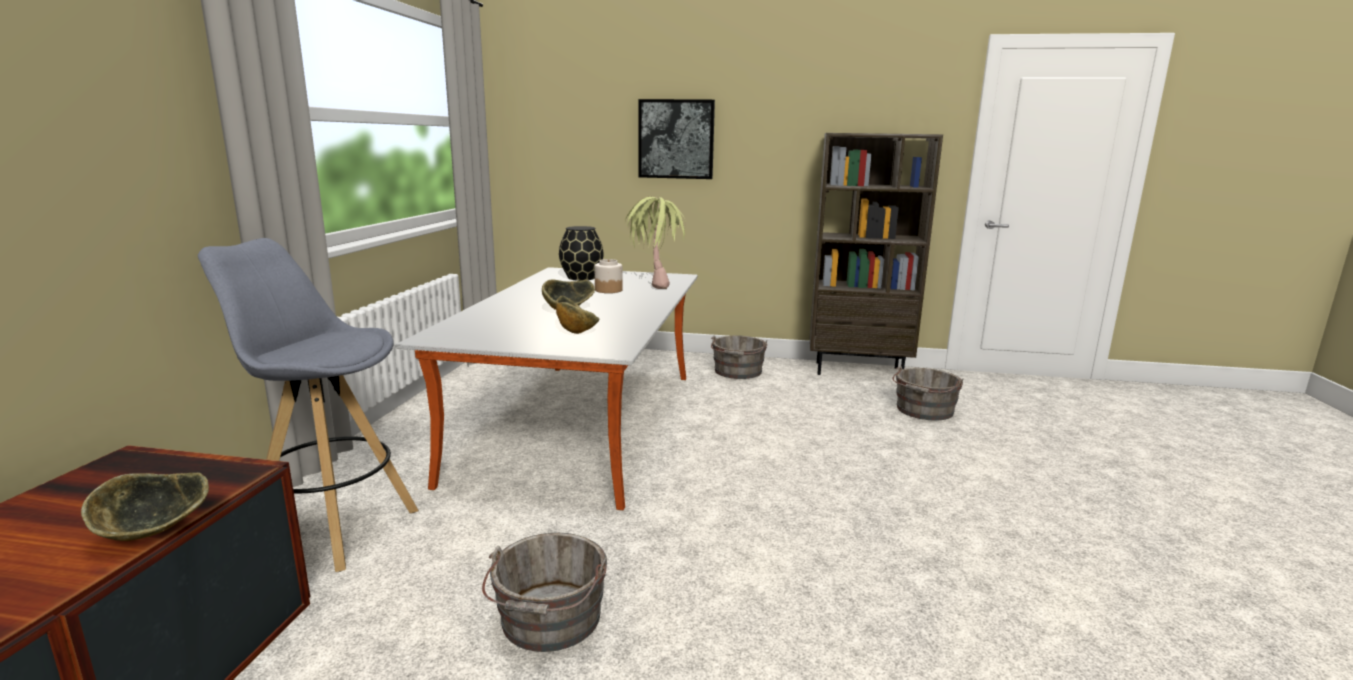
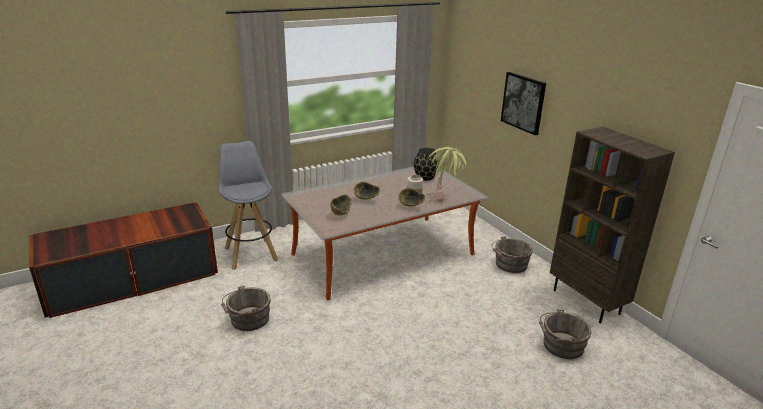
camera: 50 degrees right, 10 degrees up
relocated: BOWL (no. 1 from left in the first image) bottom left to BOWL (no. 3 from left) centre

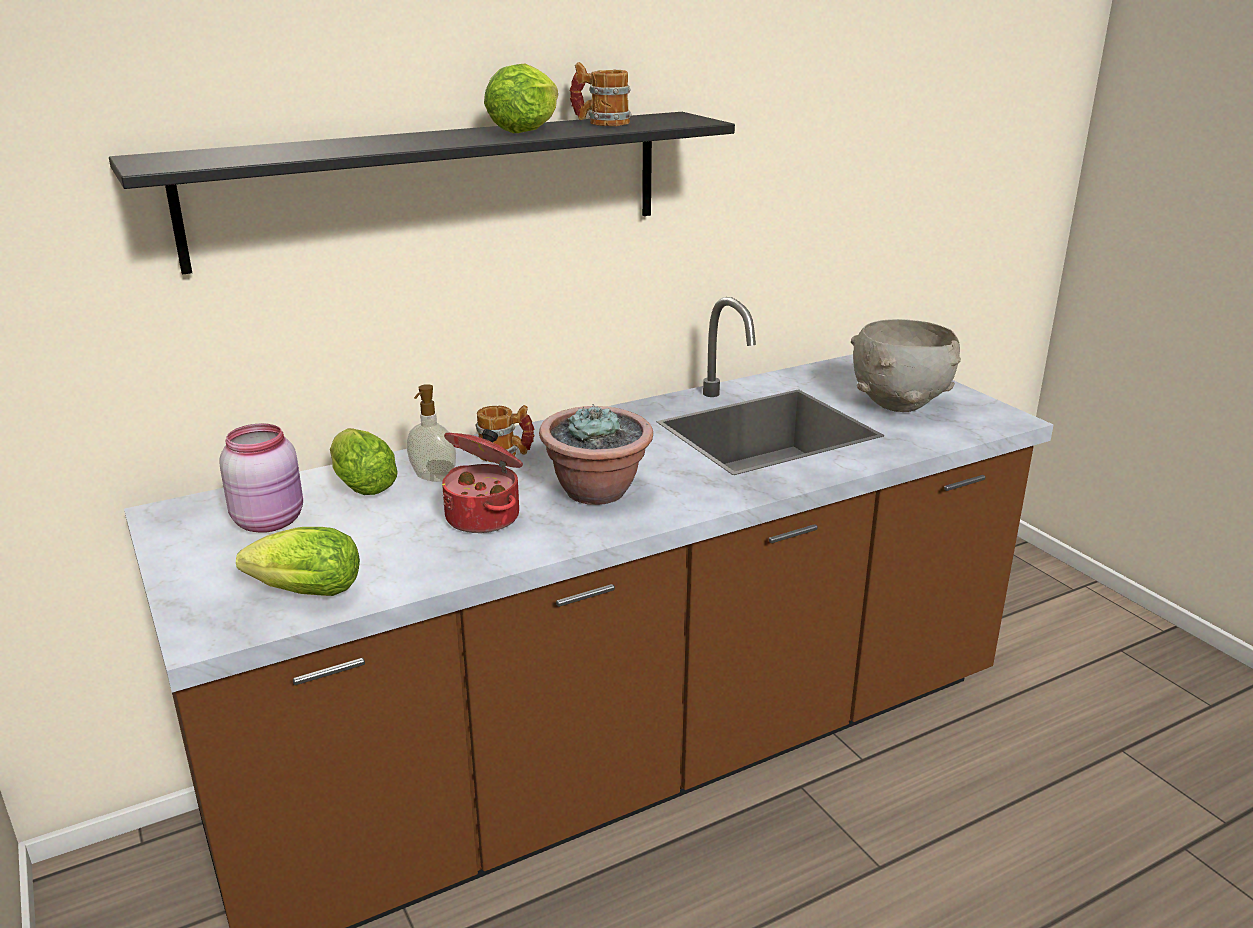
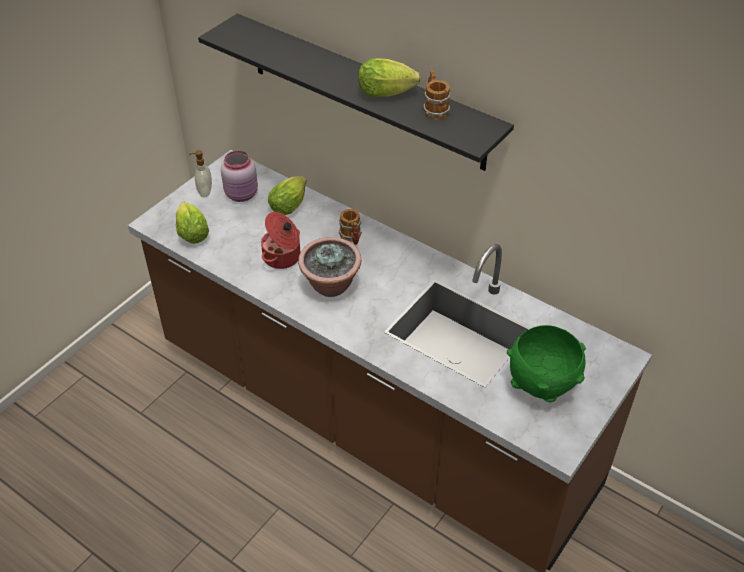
camera: 65 degrees right, 20 degrees up
relocated: SOAP DISPENSER centre to top left
colour: GREY BOWL middle right to GREEN BOWL middle right

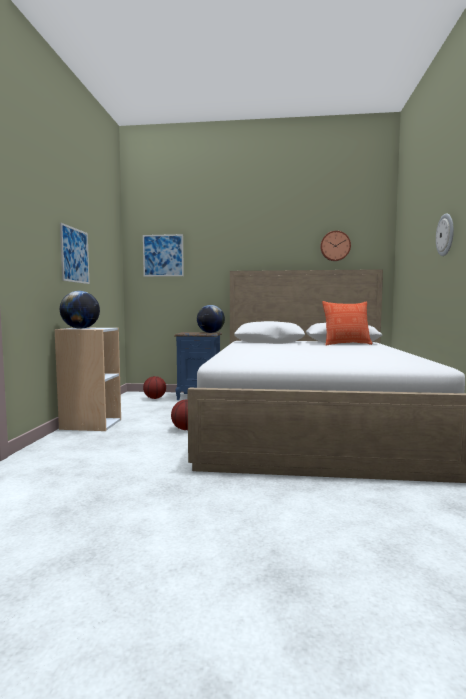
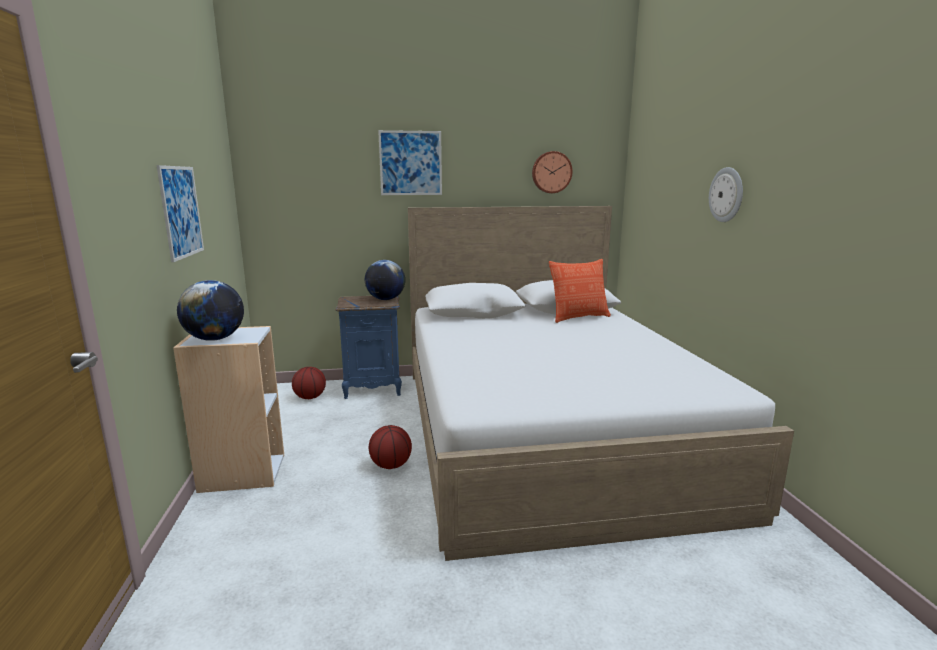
camera: 15 degrees left, 10 degrees up
relocated: PICTURE (no. 2 from left) centre to top centre

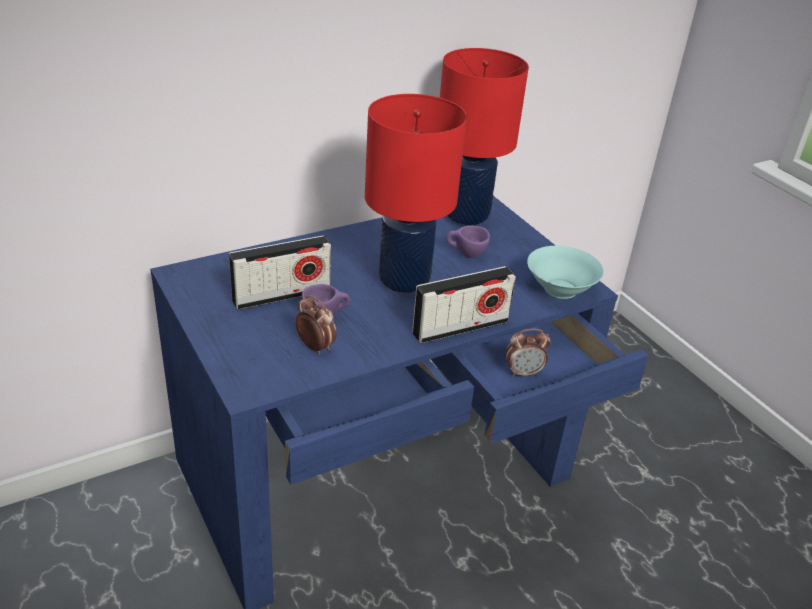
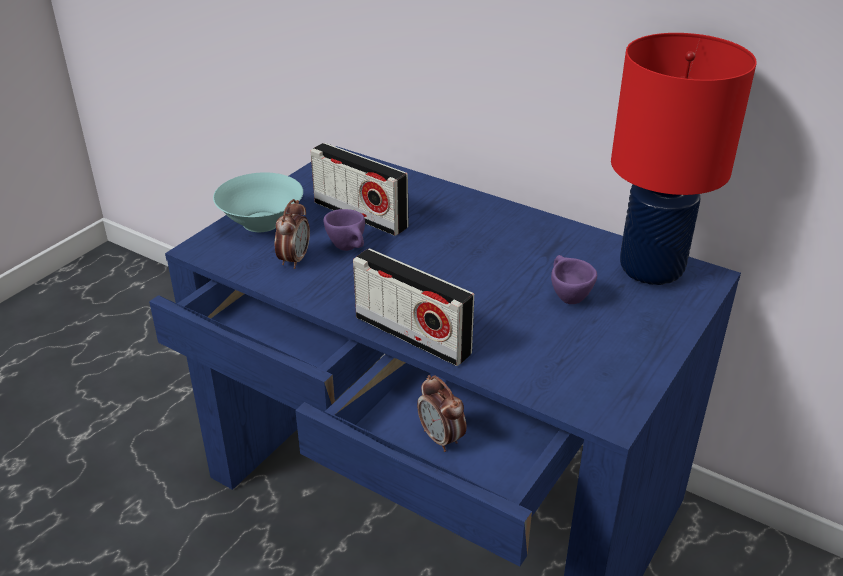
camera: 65 degrees right, 0 degrees up
missing: RED TABLE LAMP (no. 1 from left) top centre
relocated: TURQUOISE BOWL middle right to middle left

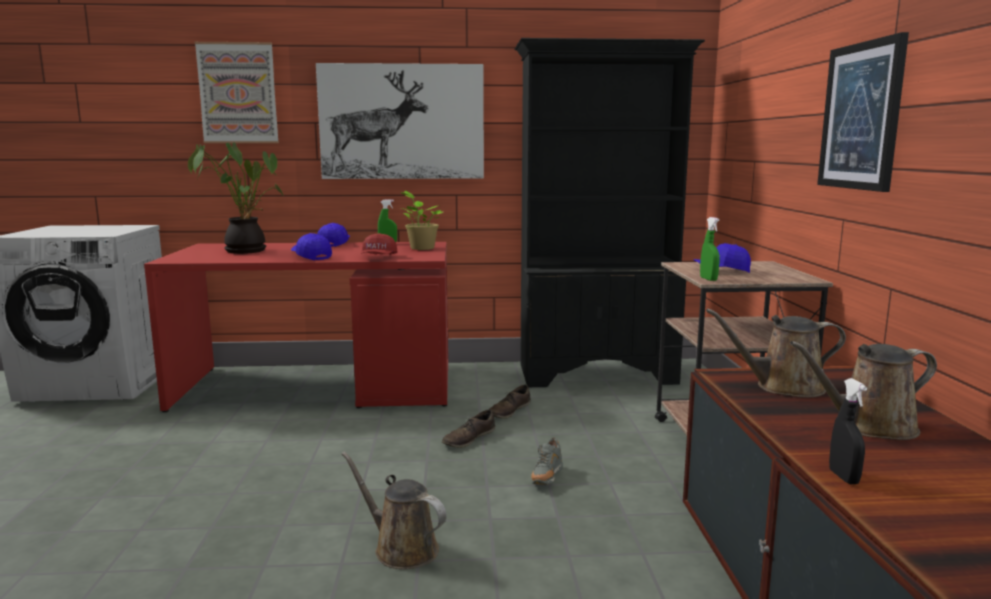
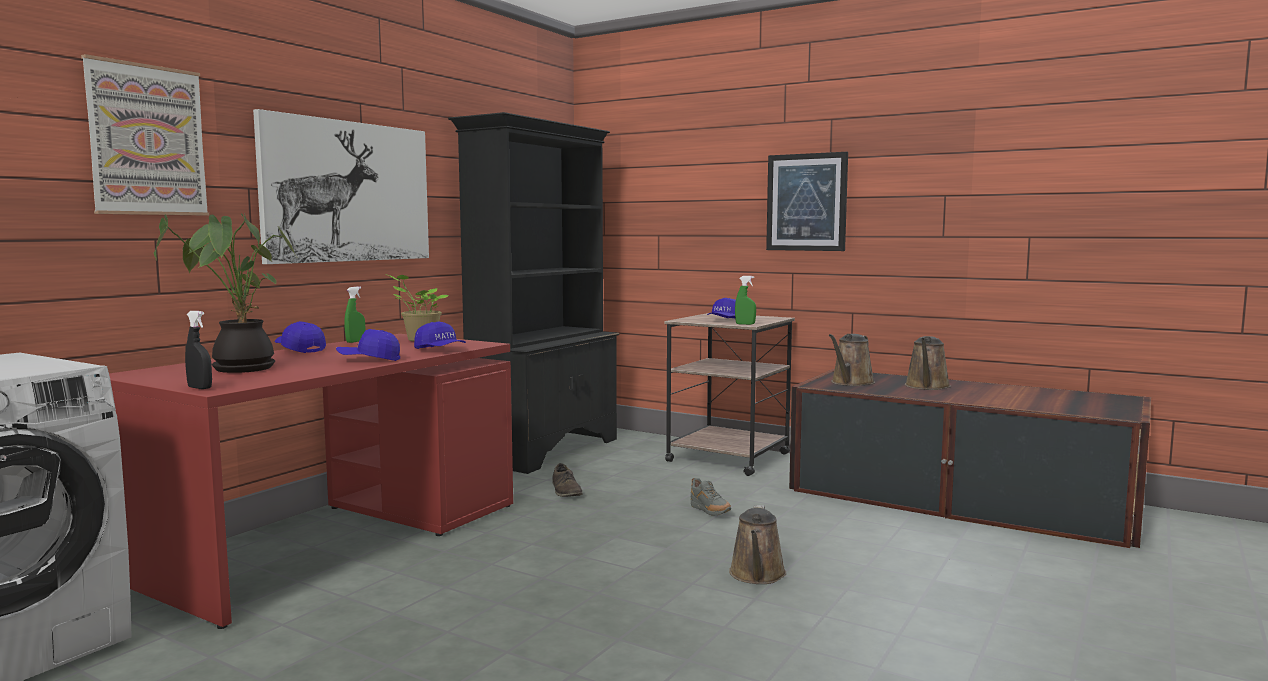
camera: 55 degrees left, 5 degrees down
missing: BROWN SHOE (no. 1 from left) bottom centre
relocated: BLACK SPRAY BOTTLE bottom right to middle left
colour: RED CAP centre to BLUE CAP (no. 3 from left) centre
spun: BROWN WATERING CAN (no. 1 from left) bottom centre = bottom centre 60 degrees counterclockwise

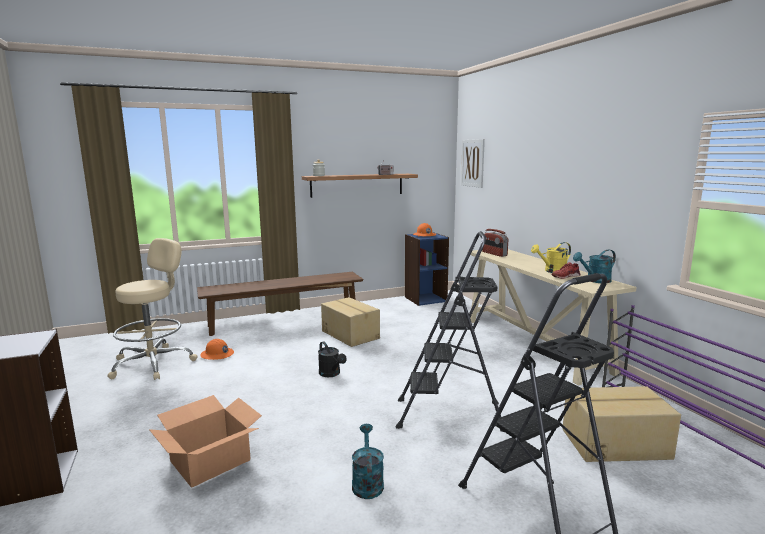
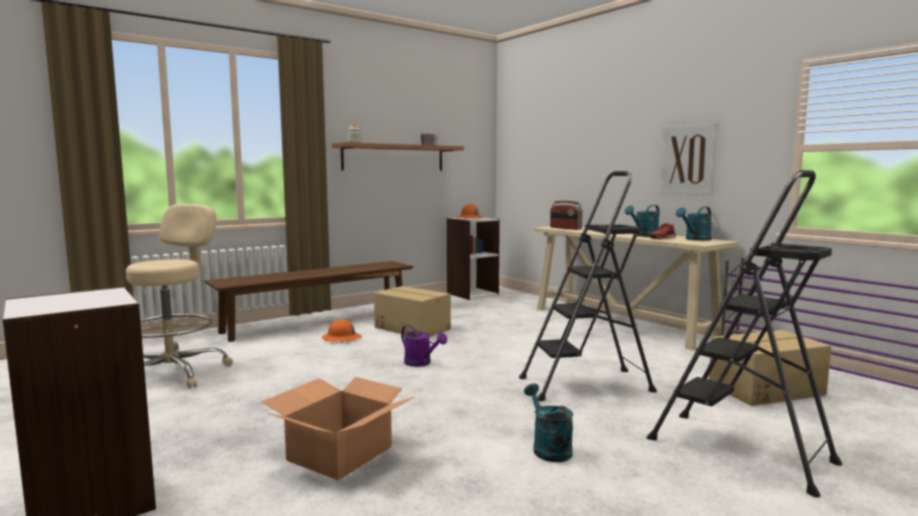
camera: 15 degrees left, 5 degrees down
relocated: ORANGE HARD HAT (no. 1 from left) middle left to centre; PICTURE top centre to top right
colour: BLACK WATERING CAN bottom centre to PURPLE WATERING CAN bottom centre; BLUE BOOKCASE centre to WHITE BOOKCASE (no. 2 from left) centre; YELLOW WATERING CAN middle right to TURQUOISE WATERING CAN (no. 2 from left) middle right

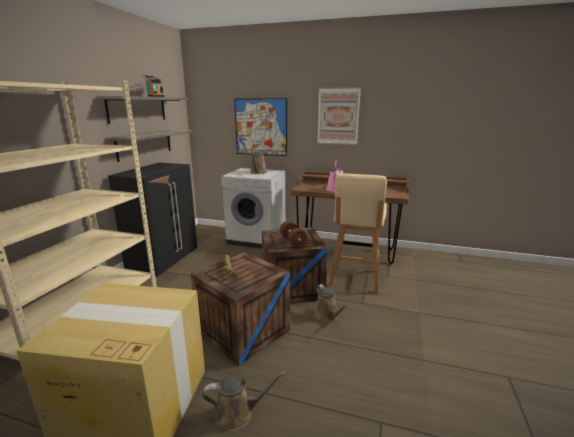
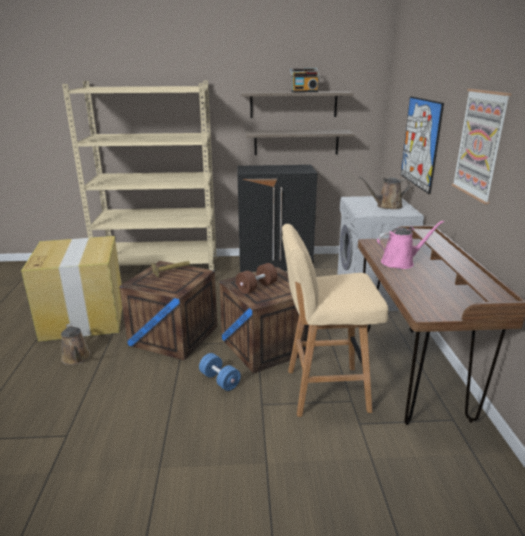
camera: 70 degrees right, 5 degrees up
exchanged: BROWN WATERING CAN (no. 3 from left) bottom centre to BLUE DUMBBELL bottom centre

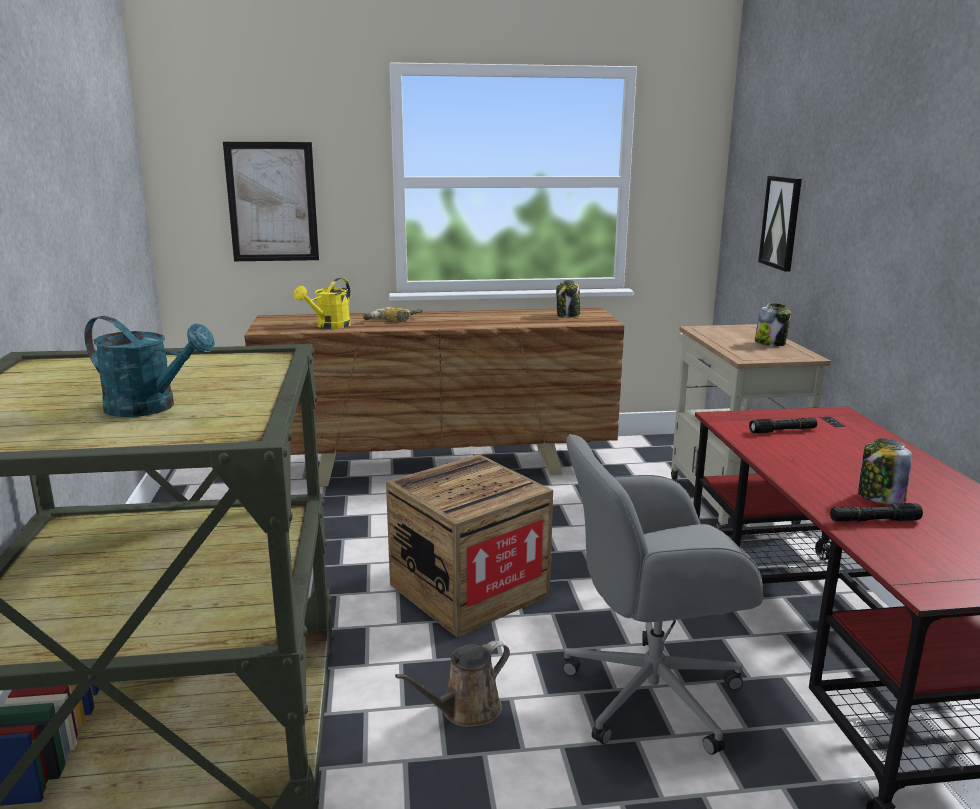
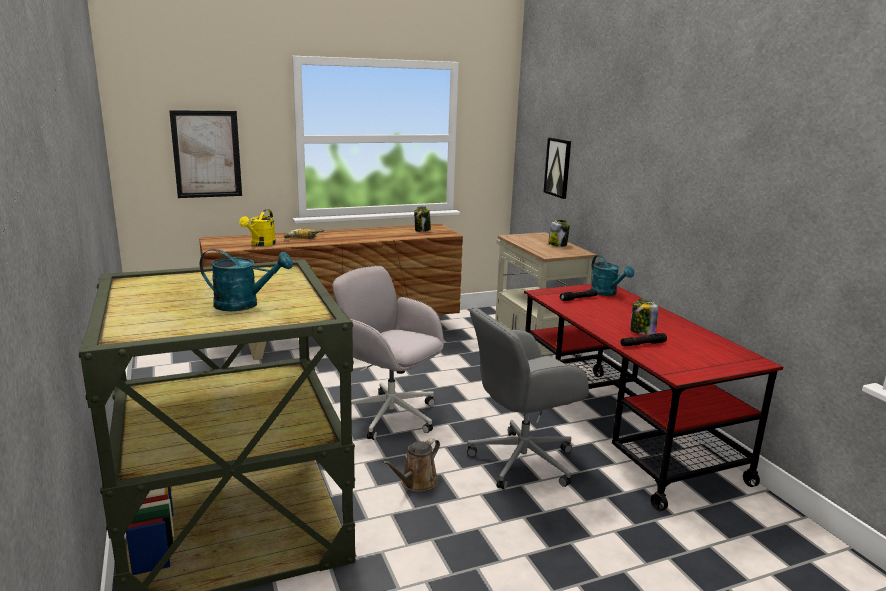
camera: 15 degrees left, 0 degrees up
appeared: TURQUOISE WATERING CAN (no. 2 from left) middle right
exchanged: CRATE bottom centre to GREY OFFICE CHAIR (no. 1 from left) centre

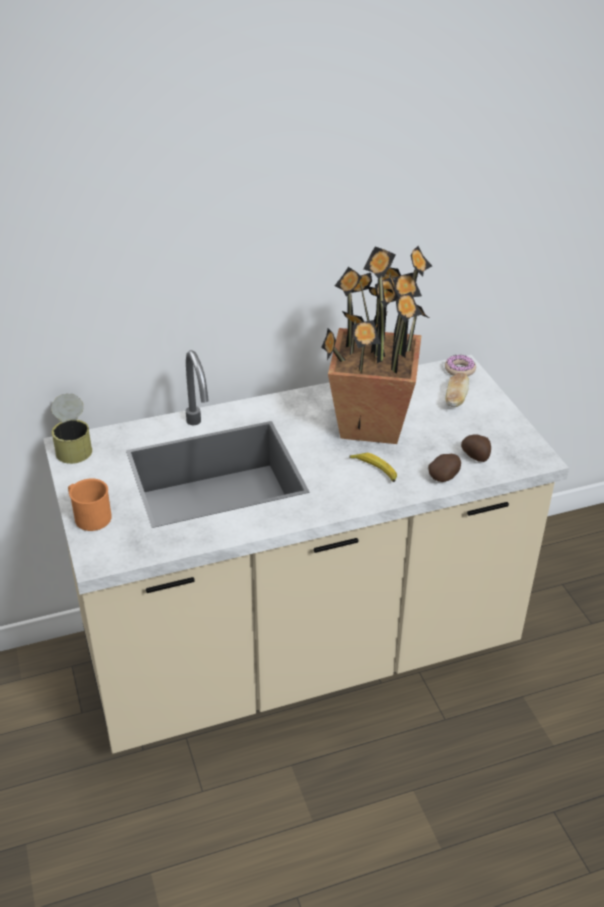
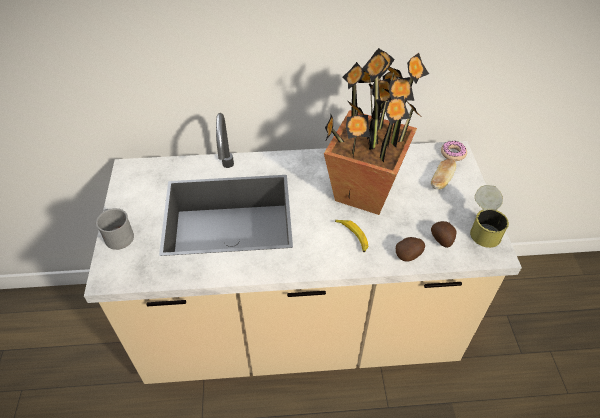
camera: 15 degrees right, 10 degrees up
relocated: CAN middle left to middle right
colour: ORANGE MUG middle left to GREY MUG middle left

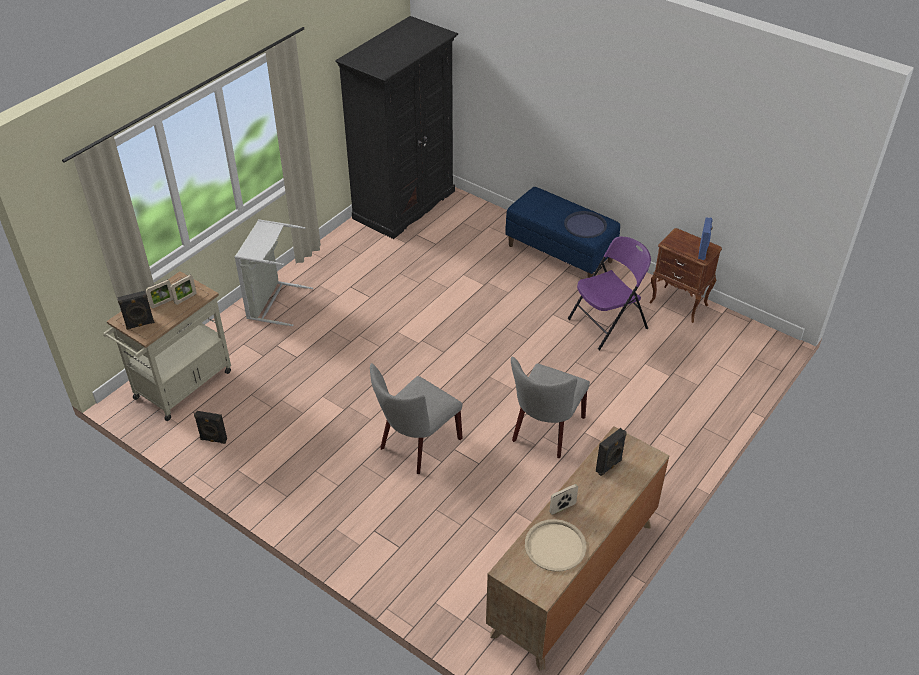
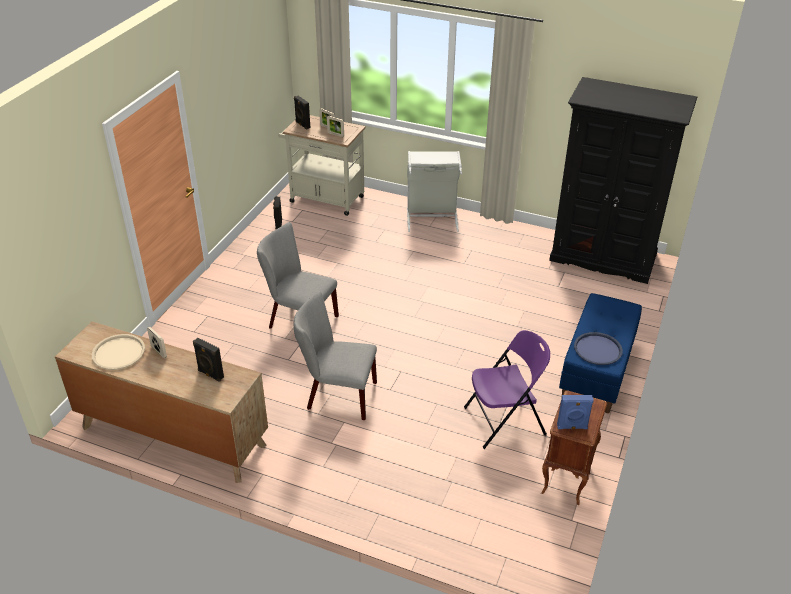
camera: 75 degrees right, 5 degrees down
spun: PURPLE CHAIR centre = centre 60 degrees counterclockwise

